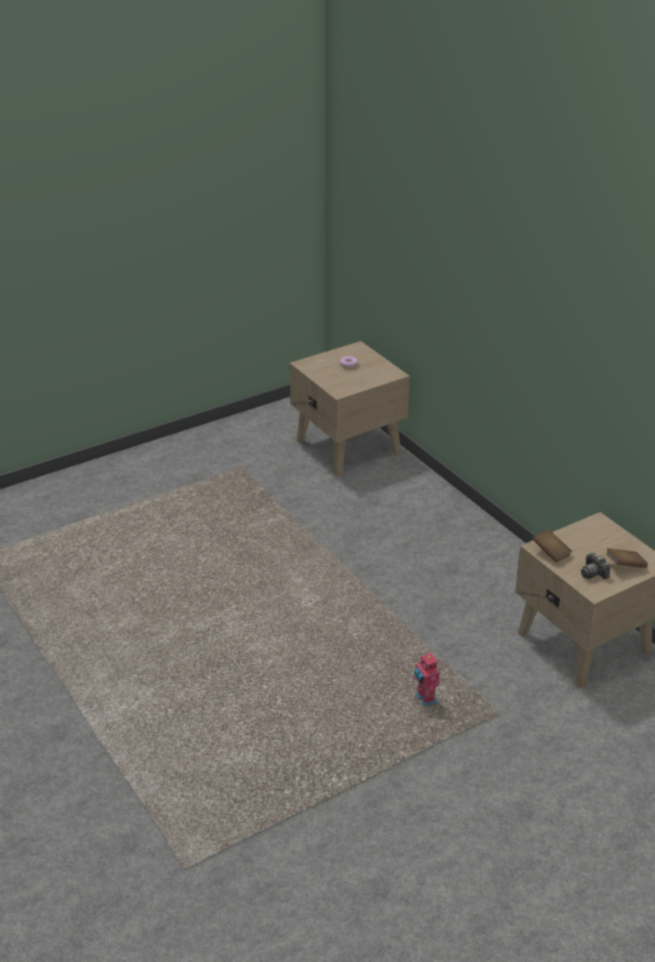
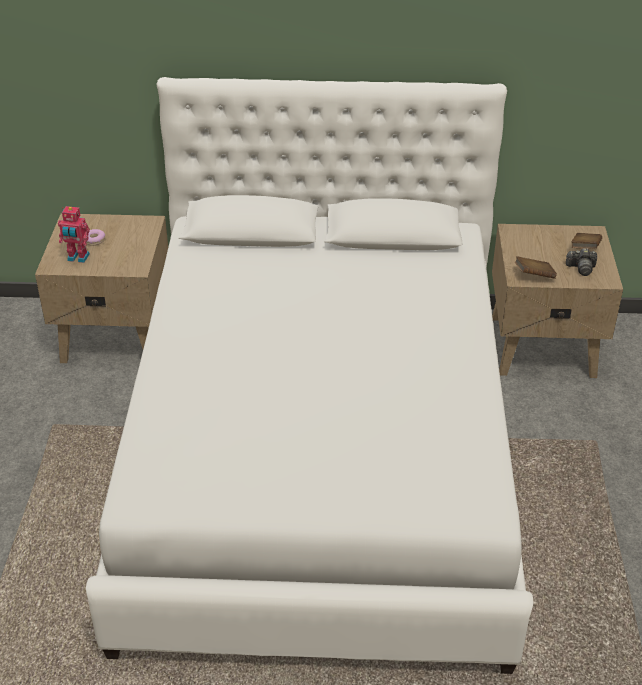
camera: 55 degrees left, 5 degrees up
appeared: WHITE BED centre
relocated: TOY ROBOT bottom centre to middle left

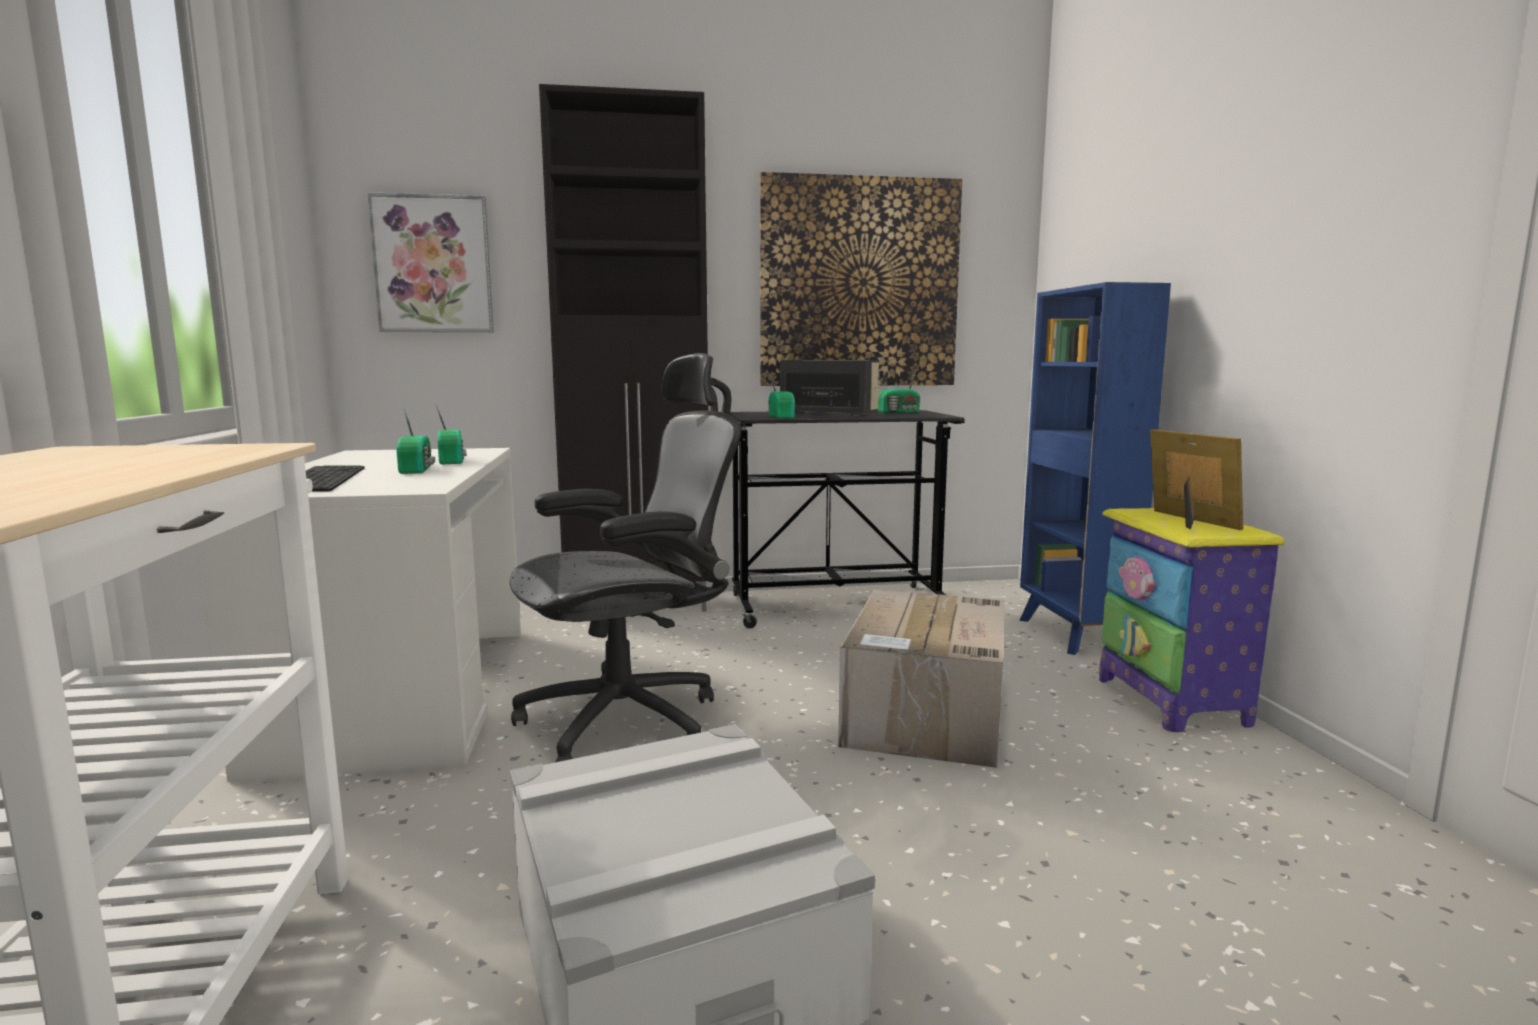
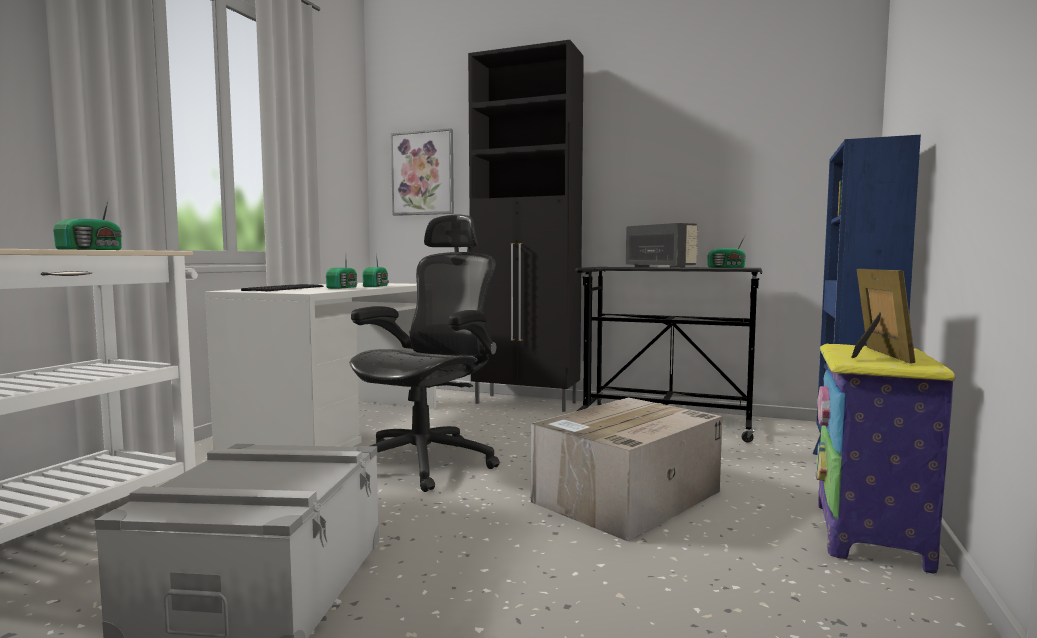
camera: 30 degrees right, 5 degrees down
missing: PICTURE (no. 2 from left) top centre
relocated: RADIO (no. 3 from left in the first image) centre to RADIO (no. 1 from left) middle left
spun: OFFICE CHAIR centre = centre 60 degrees counterclockwise

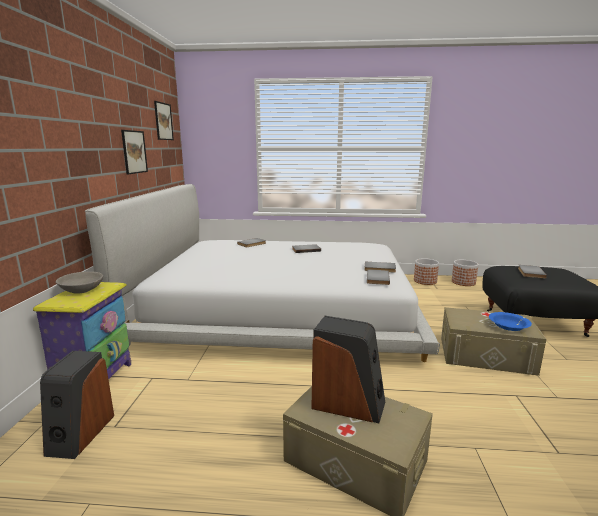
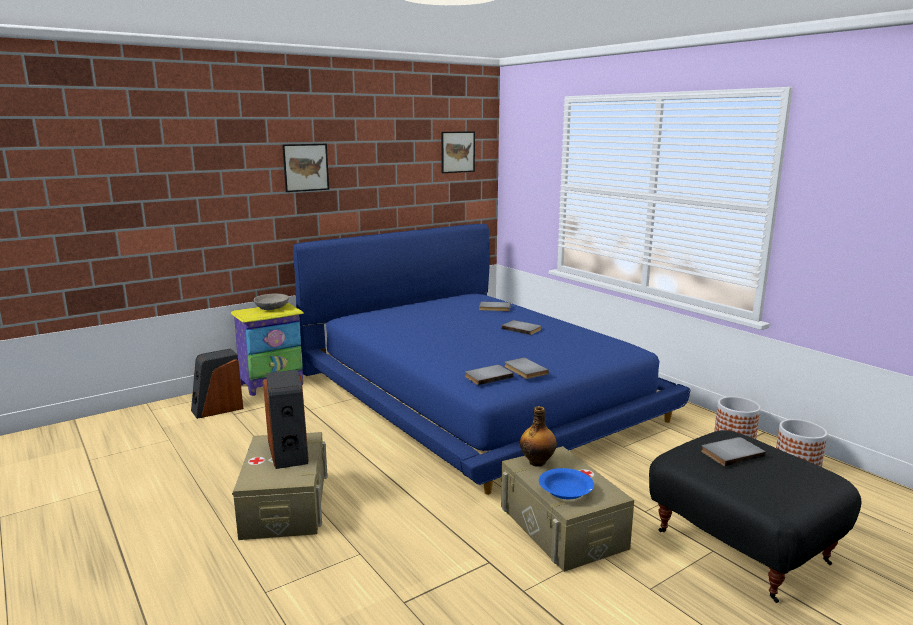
camera: 50 degrees right, 0 degrees up
appeared: BOTTLE bottom centre
relocated: PICTURE (no. 1 from left) top left to top centre
colour: WHITE BED centre to BLUE BED centre

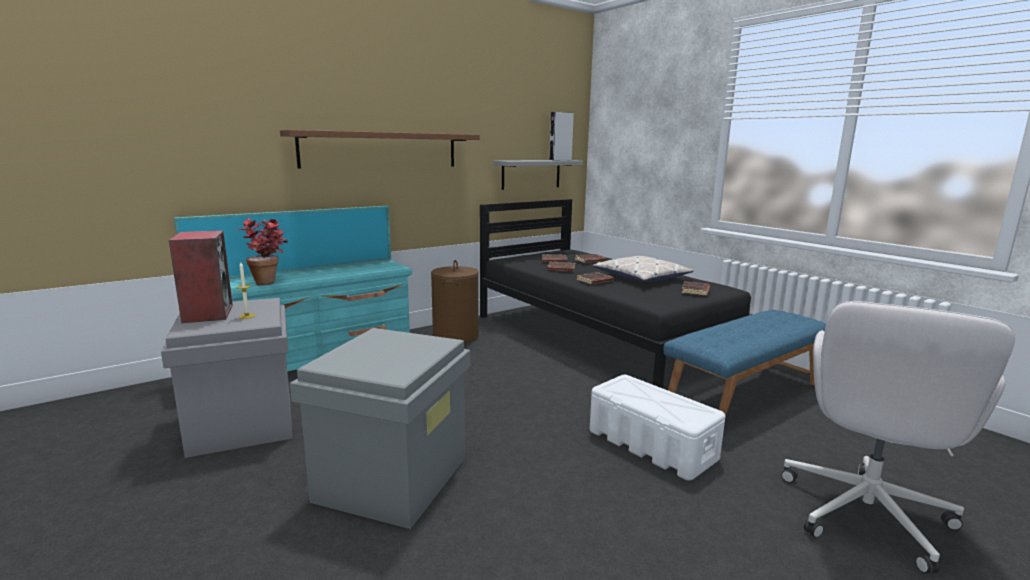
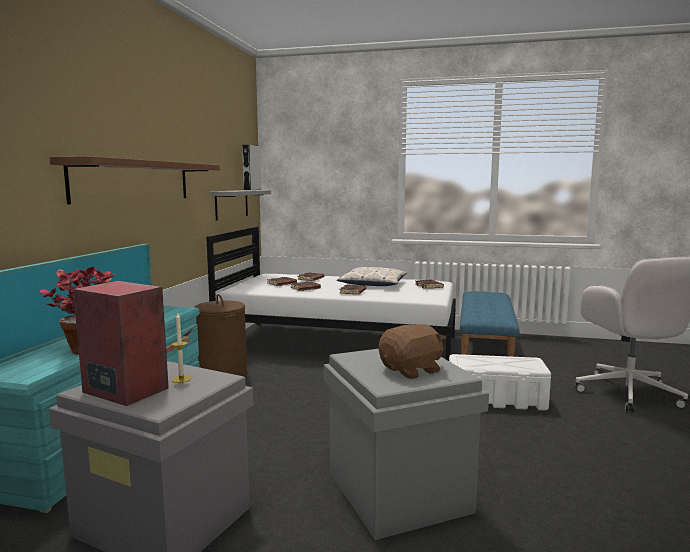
camera: 40 degrees left, 5 degrees down
appeared: BROWN PLUSH TOY centre
colour: BLACK BED centre to WHITE BED centre

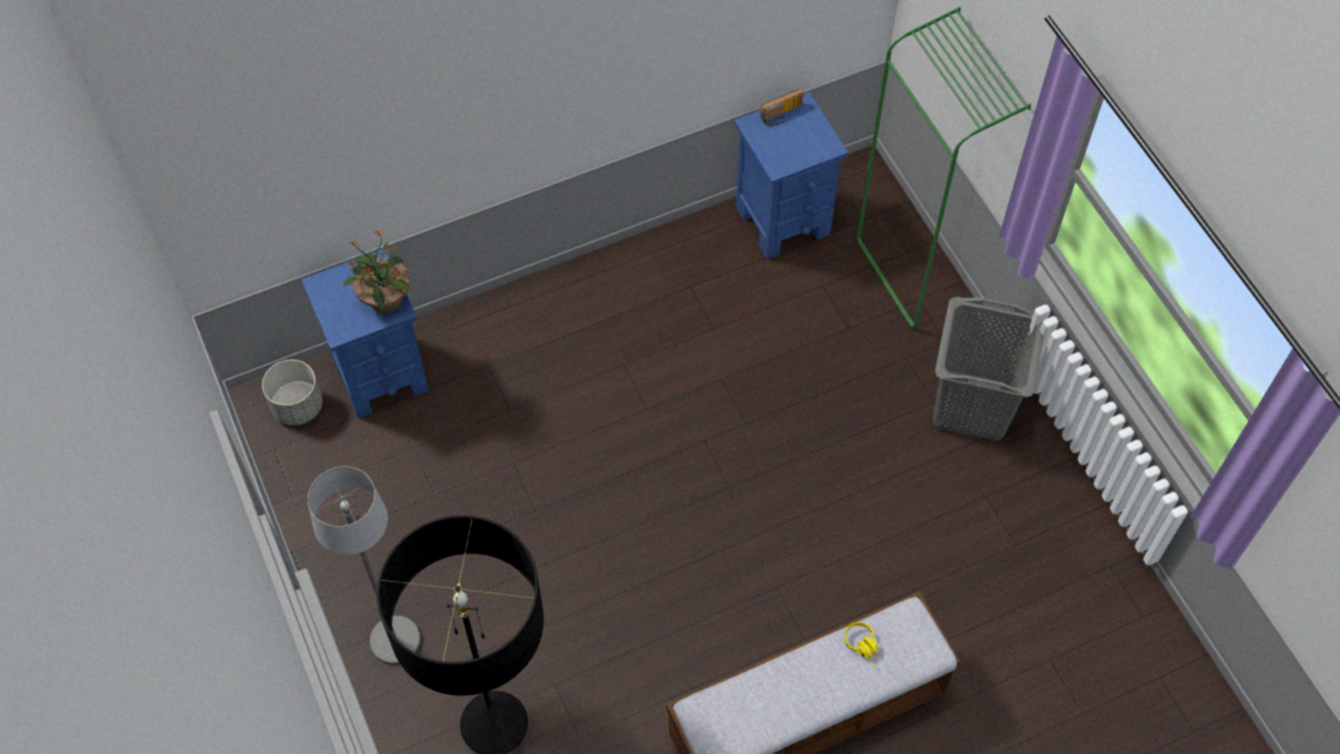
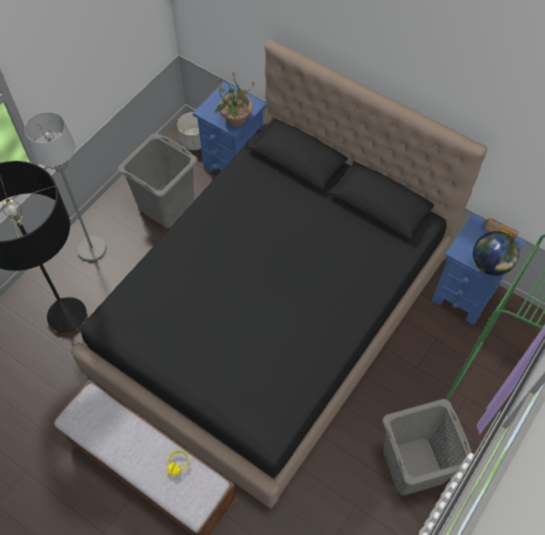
camera: 60 degrees right, 0 degrees up
appeared: BLACK BED centre; GREY LAUNDRY BASKET (no. 1 from left) middle left; GLOBE middle right

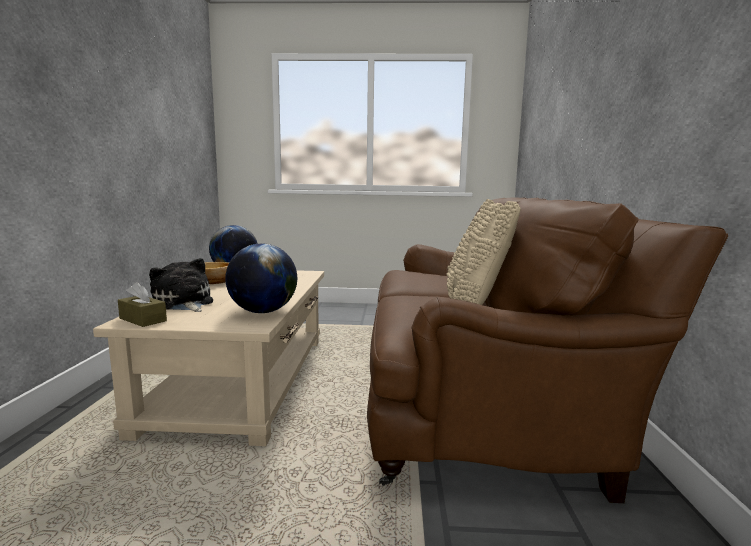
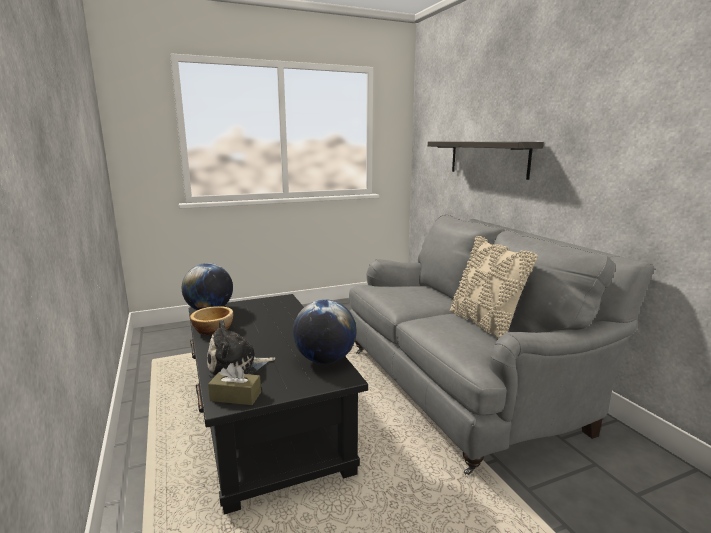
camera: 25 degrees left, 5 degrees up
appeared: SHELF top right
colour: BEIGE COFFEE TABLE middle left to BLACK COFFEE TABLE bottom centre; BROWN SOFA middle right to GREY SOFA middle right
spun: PLUSH TOY middle left = centre 45 degrees counterclockwise

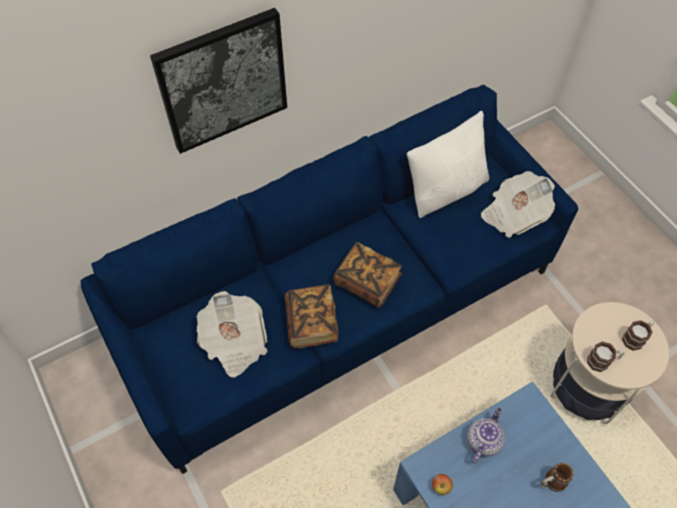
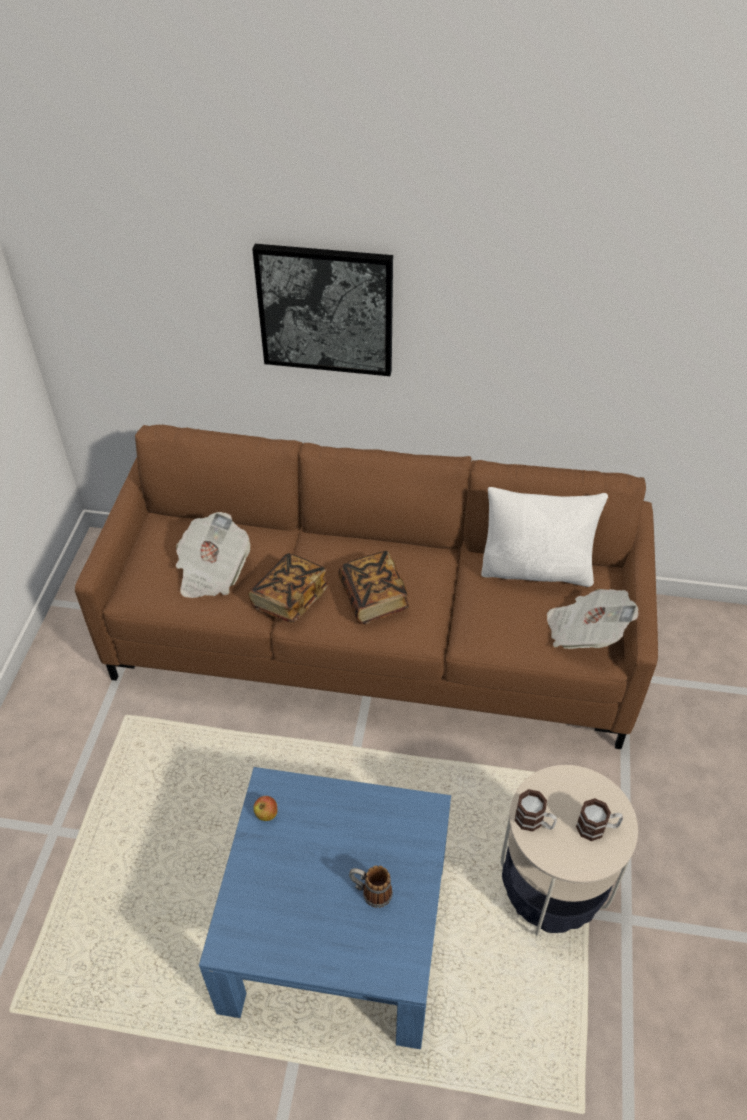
camera: 40 degrees right, 10 degrees down
missing: TEAPOT bottom right
colour: BLUE SOFA centre to BROWN SOFA centre

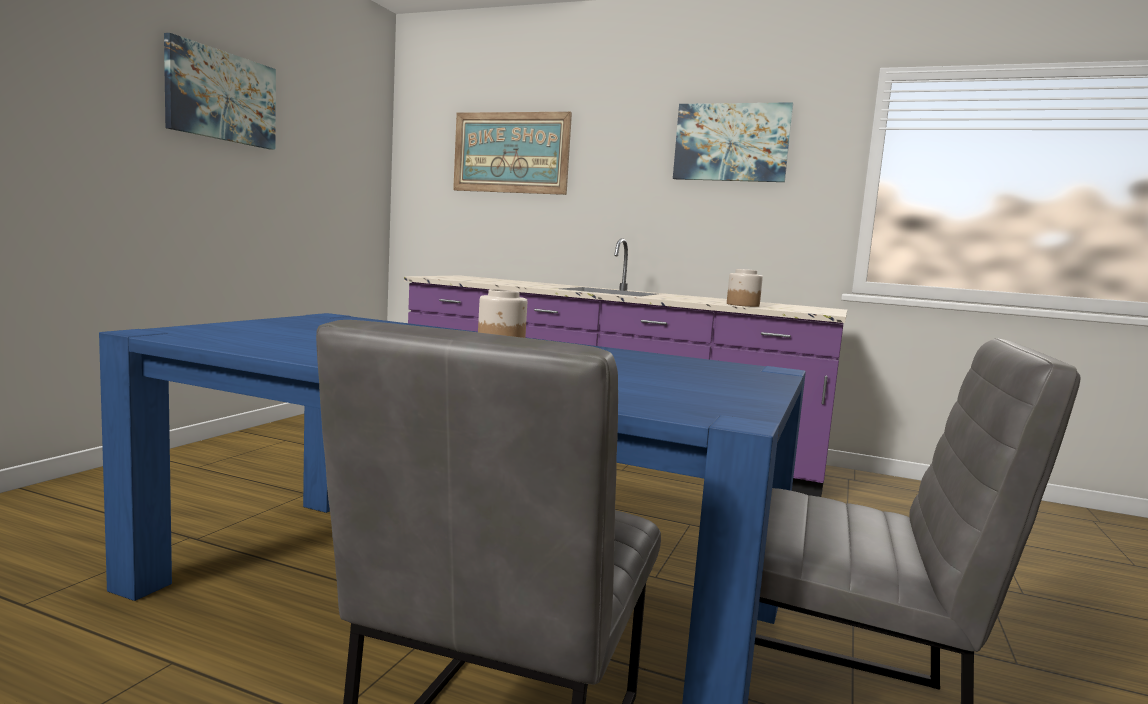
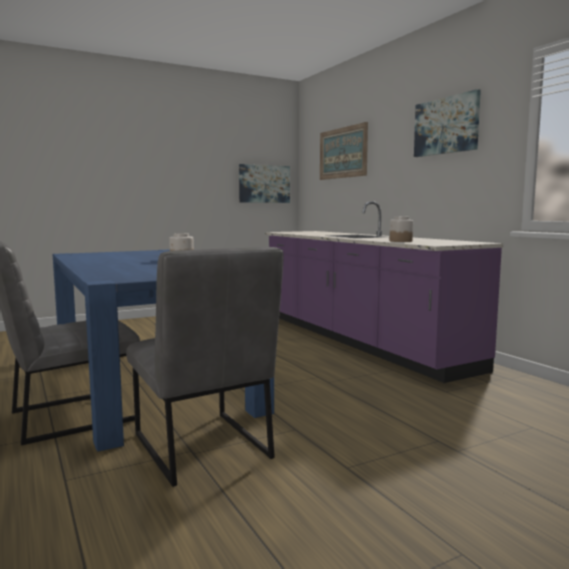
camera: 40 degrees right, 0 degrees up
relocated: PICTURE (no. 1 from left) top left to top centre

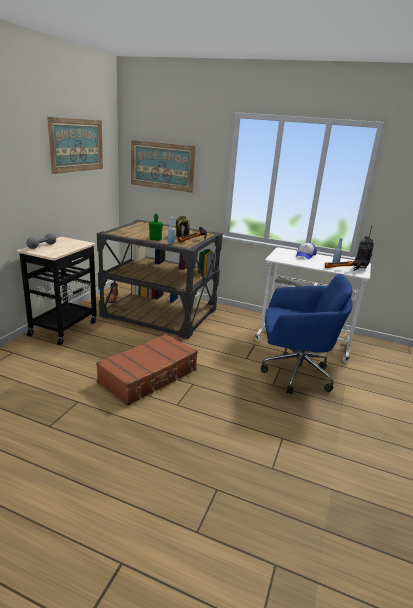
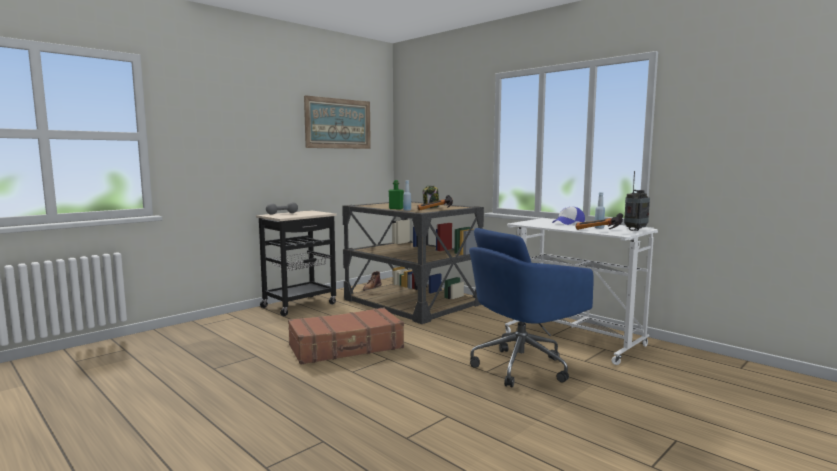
camera: 25 degrees right, 15 degrees down
missing: PICTURE (no. 2 from left) top centre
spun: BLUE OFFICE CHAIR middle right = centre 120 degrees clockwise

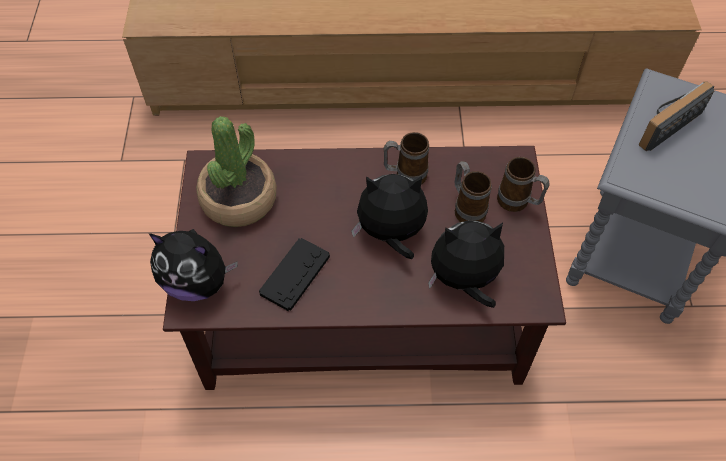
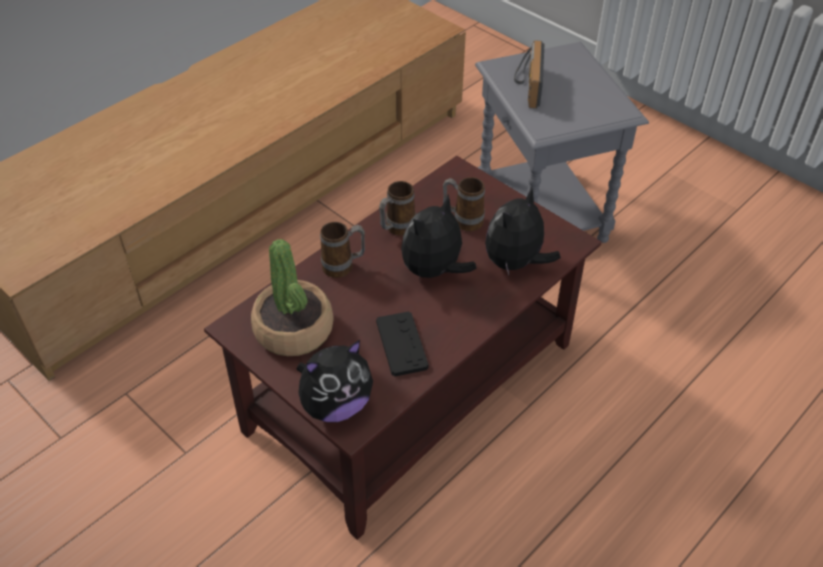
camera: 45 degrees left, 10 degrees down
relocated: MUG (no. 3 from left in the first image) middle right to MUG (no. 1 from left) centre

